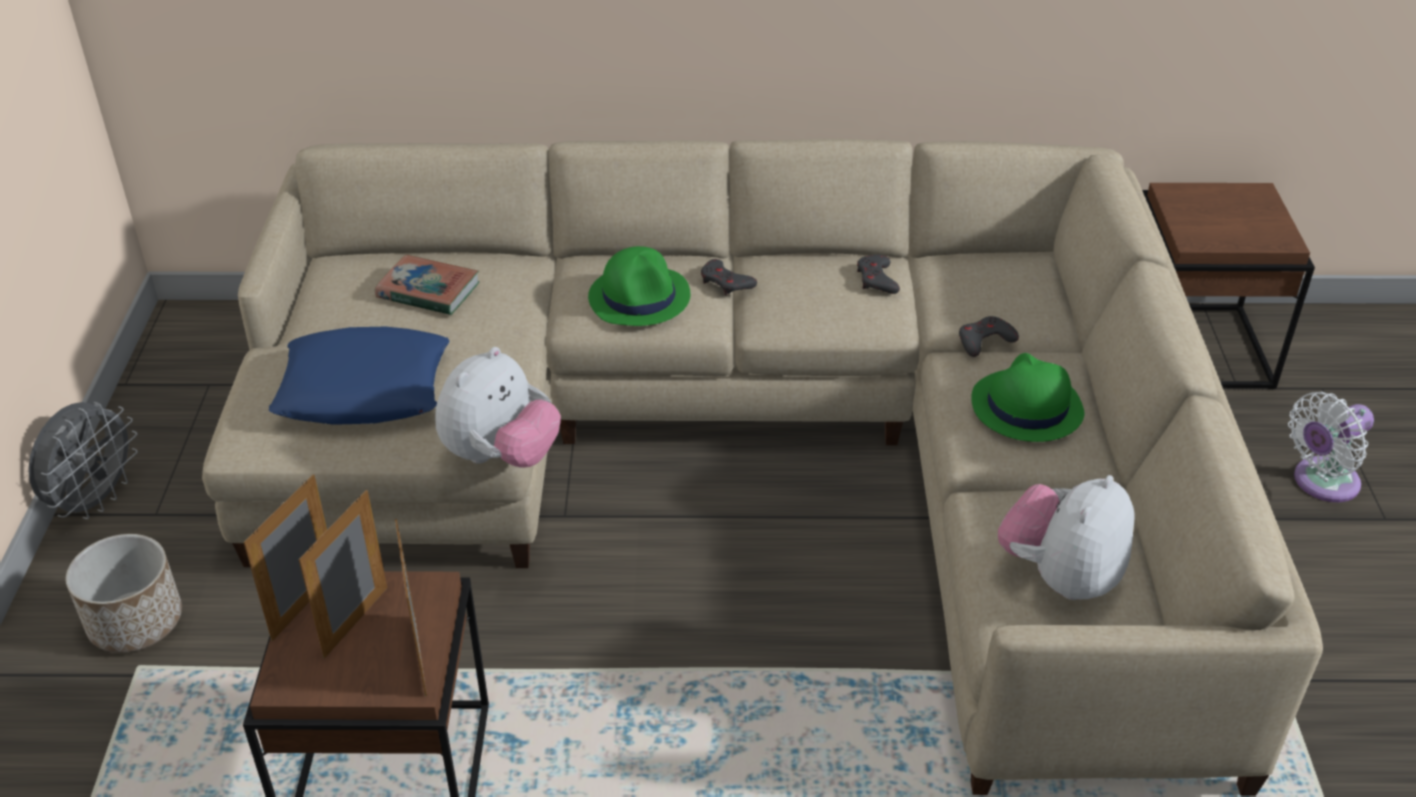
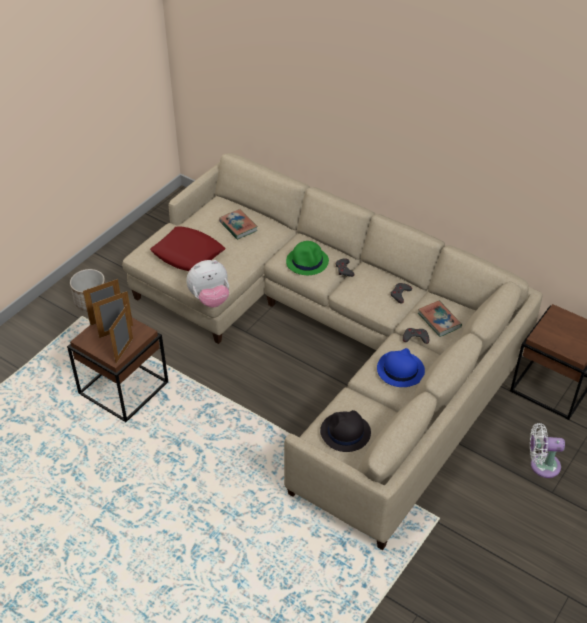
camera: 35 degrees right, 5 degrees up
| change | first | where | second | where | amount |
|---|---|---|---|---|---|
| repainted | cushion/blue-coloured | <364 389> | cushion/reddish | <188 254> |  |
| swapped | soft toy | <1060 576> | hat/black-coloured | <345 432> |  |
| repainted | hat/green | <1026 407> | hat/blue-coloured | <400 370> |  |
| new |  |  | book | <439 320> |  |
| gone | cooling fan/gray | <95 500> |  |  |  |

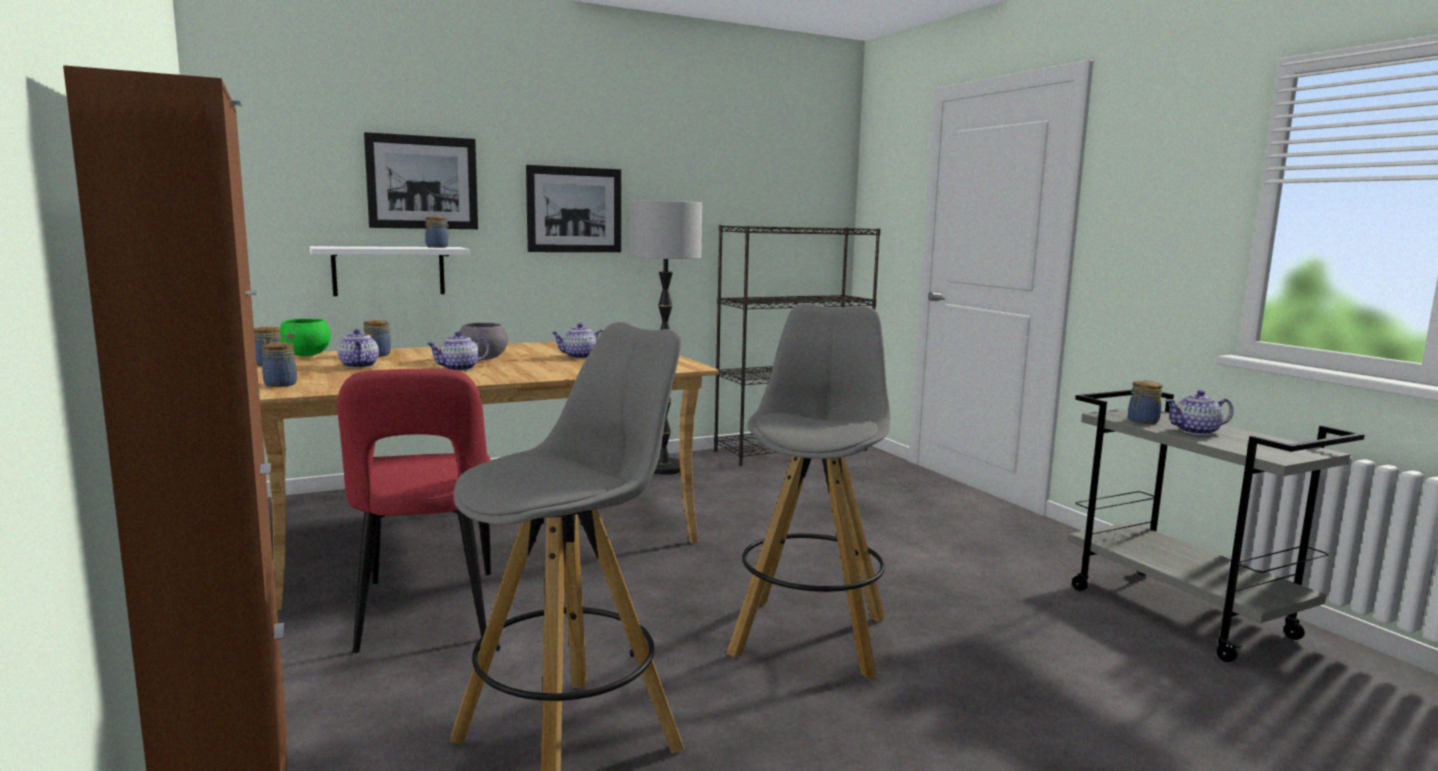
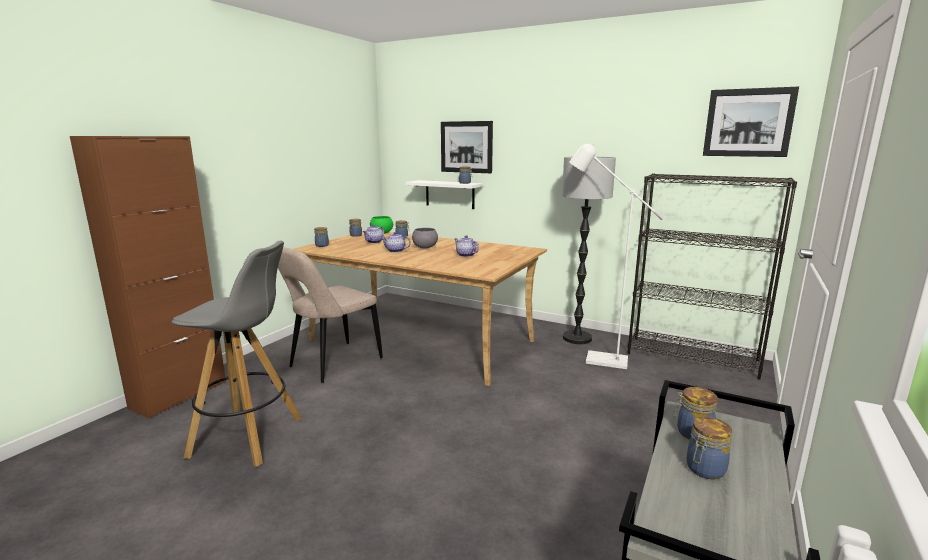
camera: 55 degrees right, 5 degrees up
| change | first | where | second | where | amount |
|---|---|---|---|---|---|
| repainted | plain chair/reddish | <426 614> | plain chair/sand-coloured | <332 364> |  |
| new |  |  | floor lamp/white-coloured | <598 360> |  |
| swapped | teapot | <1196 431> | storage jar | <704 470> |  |
| shifted | wall picture | <574 210> |  | <748 123> |  |
| gone | stool/gray | <810 635> |  |  |  |

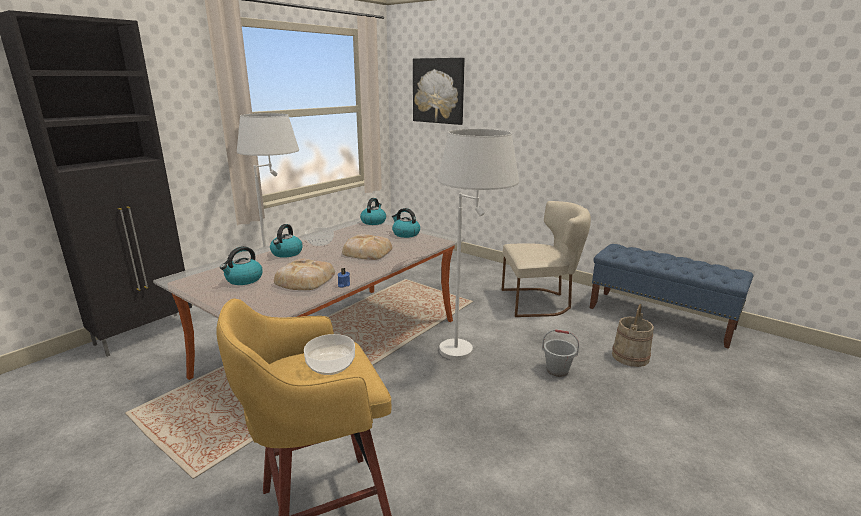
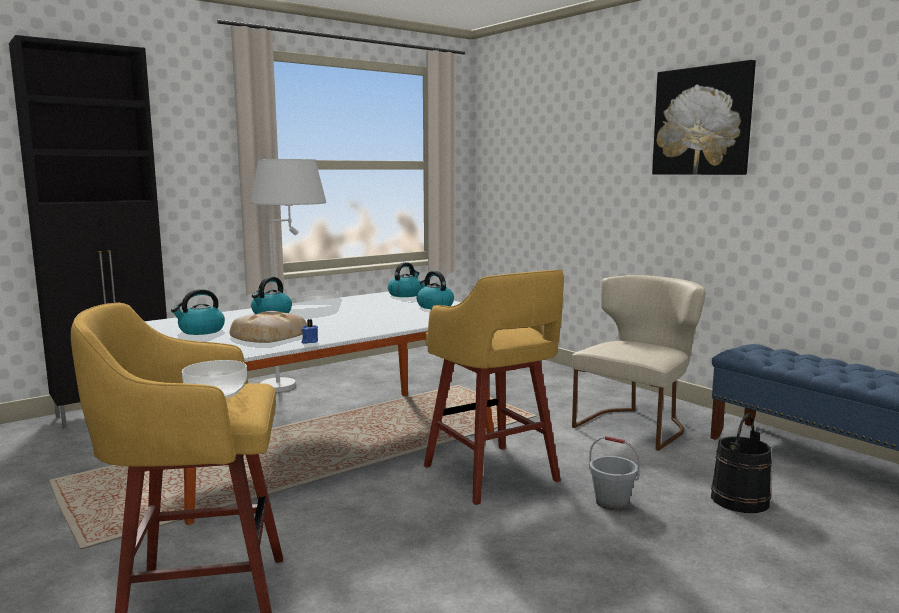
camera: 15 degrees right, 10 degrees down
| change | first | where | second | where | amount |
|---|---|---|---|---|---|
| swapped | floor lamp/white-coloured | <470 358> | stool/yellowish | <492 475> |  |
| rotated | plain chair/sand-coloured | <540 302> |  | <636 425> | 60 degrees counterclockwise |
| shifted | wall picture | <438 91> |  | <702 121> |  |
| repainted | water bucket/sand-coloured | <630 357> | water bucket/black-coloured | <740 500> |  |
| gone | baked bread | <366 251> |  |  |  |

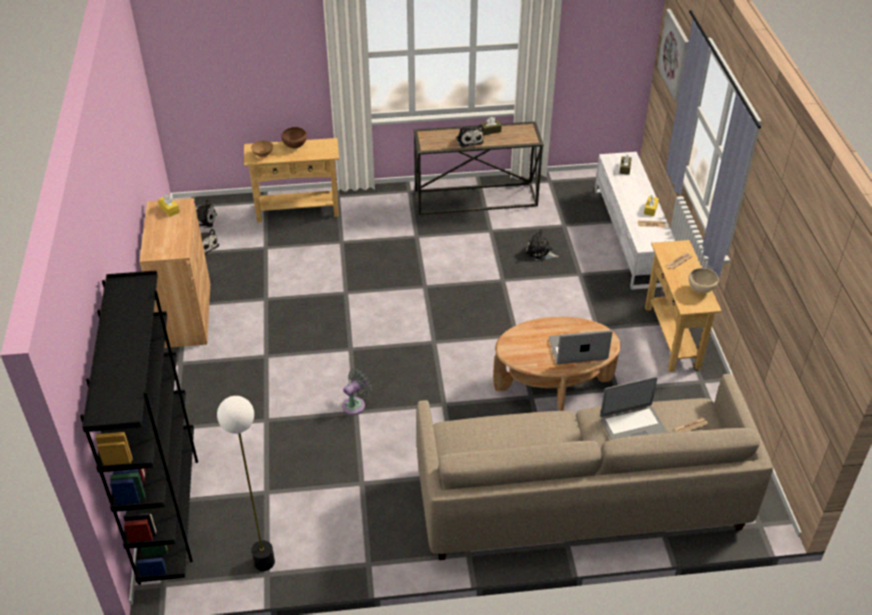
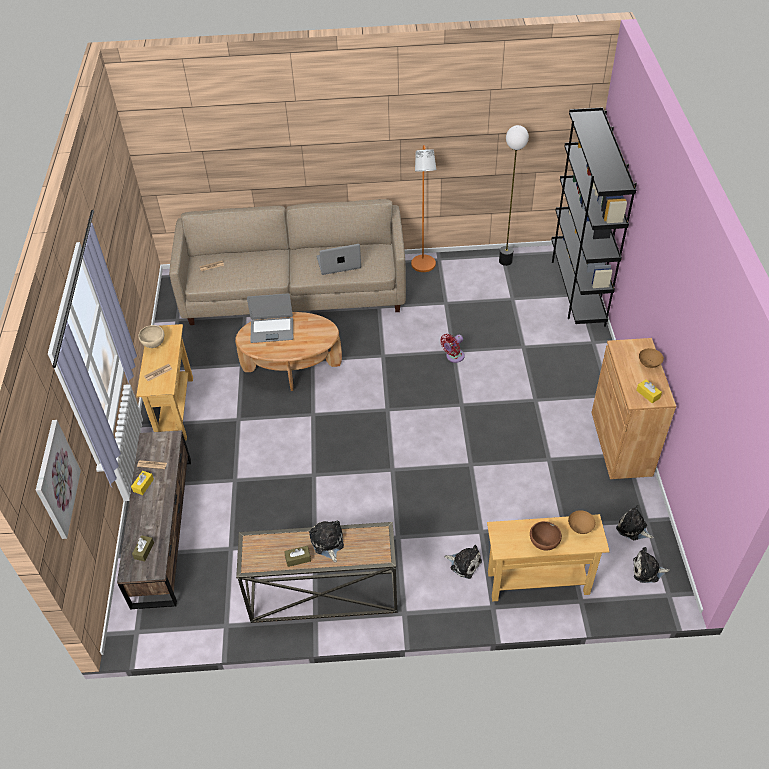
camera: 175 degrees left, 5 degrees up
| change | first | where | second | where | amount |
|---|---|---|---|---|---|
| repainted | tv unit/white-coloured | <631 236> | tv unit/brown | <163 529> |  |
| shifted | laptop | <633 427> |  | <339 263> |  |
| new |  |  | floor lamp/orangey | <423 267> |  |
| repainted | cooling fan/gray | <355 404> | cooling fan/reddish | <453 357> |  |
| shifted | soft toy | <540 252> |  | <464 563> |  |
| new |  |  | deep dish/brown | <648 364> |  |

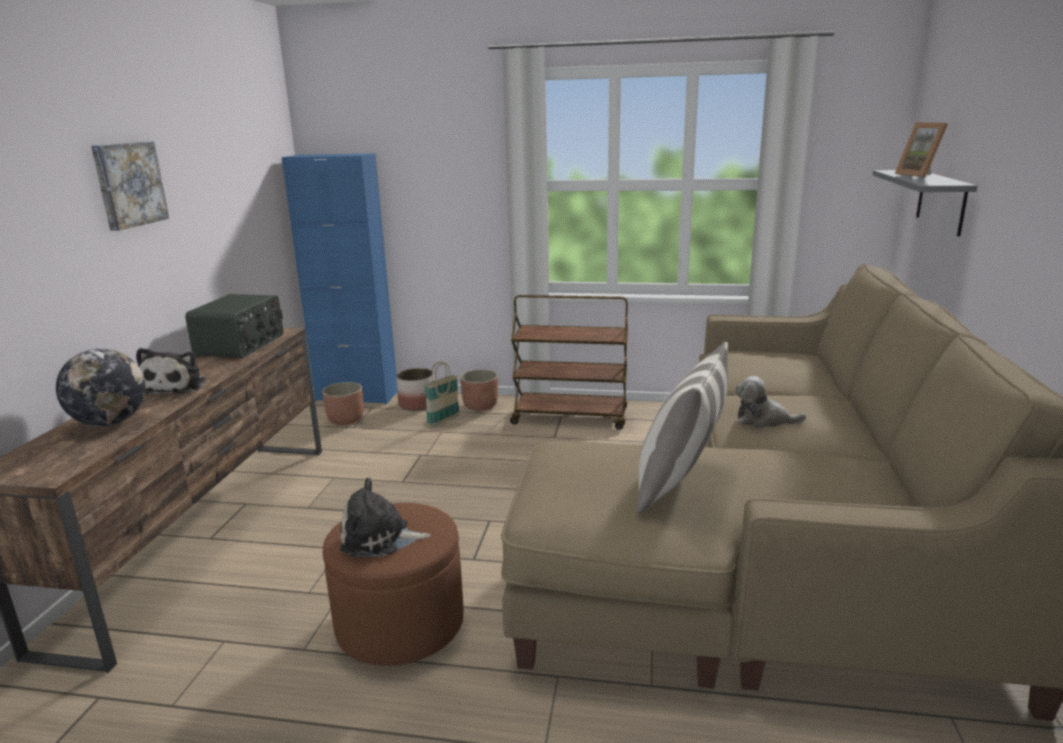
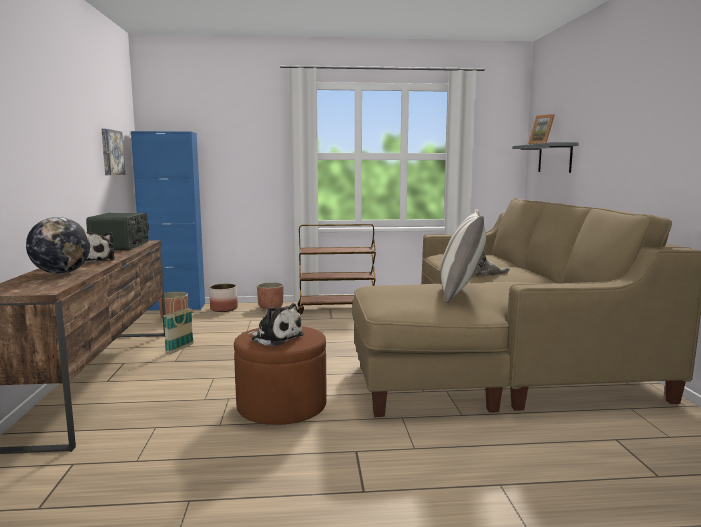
camera: 15 degrees left, 10 degrees down
| change | first | where | second | where | amount |
|---|---|---|---|---|---|
| shifted | wall picture | <128 184> |  | <111 152> |  |
| shifted | basket | <443 421> |  | <180 349> |  |
| rotated | soft toy | <380 539> |  | <275 337> | 135 degrees counterclockwise |

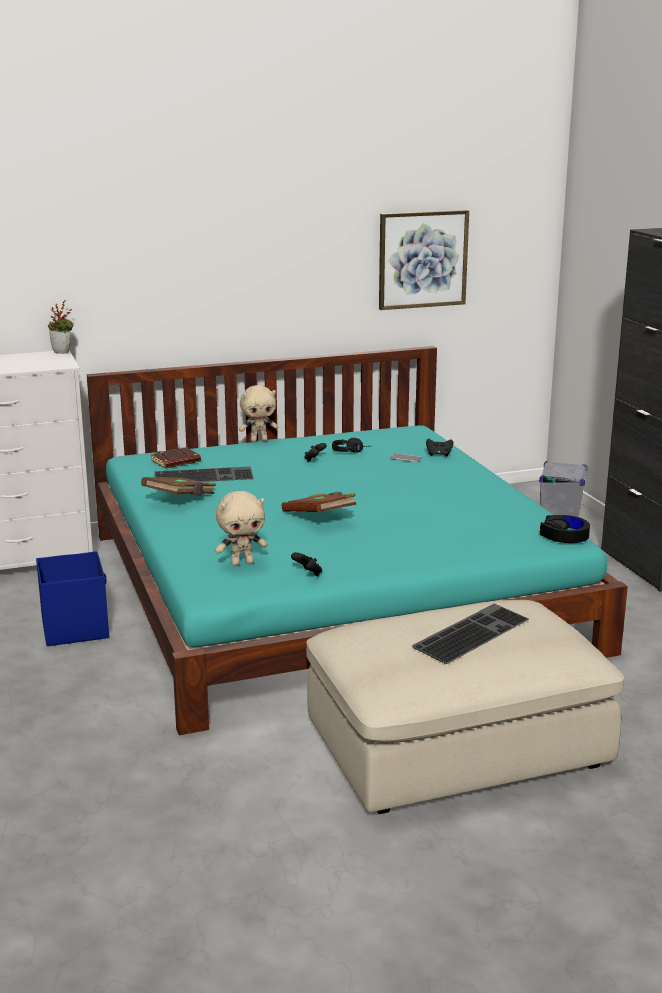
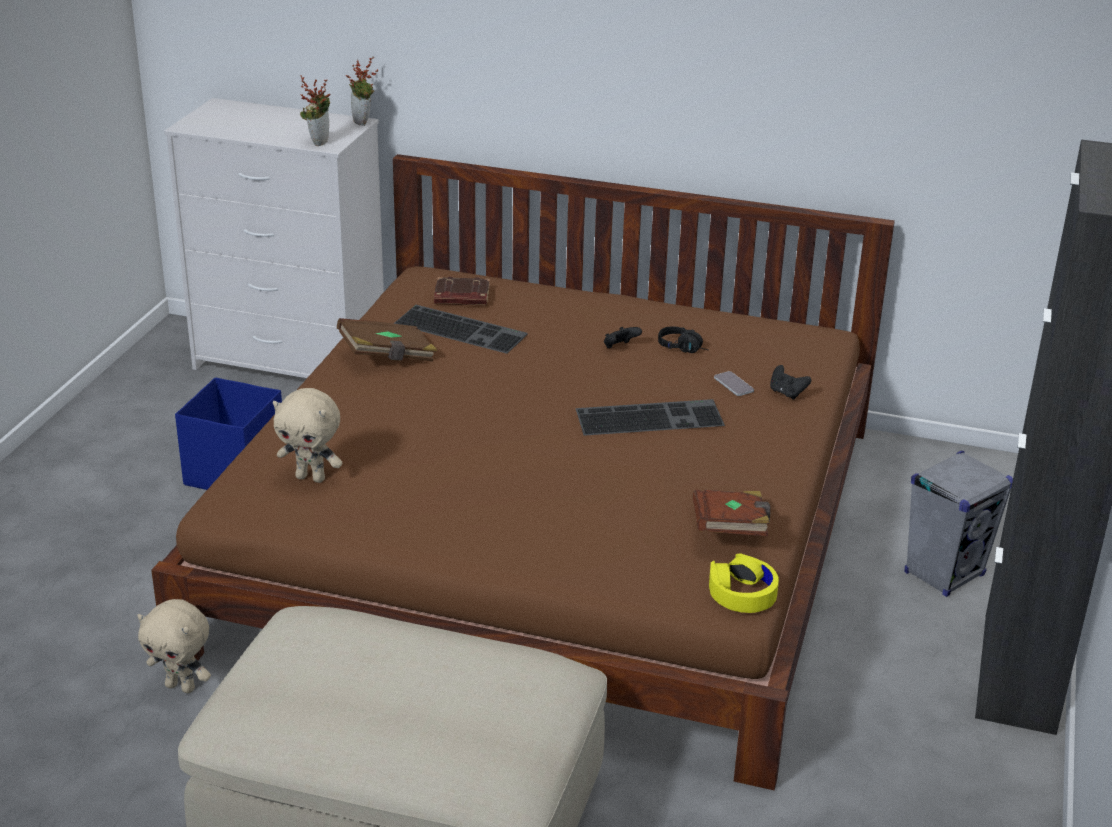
camera: 35 degrees right, 10 degrees up
| change | first | where | second | where | amount |
|---|---|---|---|---|---|
| shifted | soft toy/sand-coloured | <259 440> |  | <181 687> |  |
| repainted | bed/turquoise-coloured | <330 589> | bed/brown | <553 530> |  |
| new |  |  | potted plant | <318 141> |  |
| shifted | keyboard | <470 632> |  | <650 417> |  |
| shifted | book/brown | <319 517> |  | <730 530> |  |
| repainted | headset/black-coloured | <564 535> | headset/yellowish | <742 592> |  |
| gone | joypad/black-coloured | <308 574> |  |  |  |
| gone | wall picture | <422 259> |  |  |  |

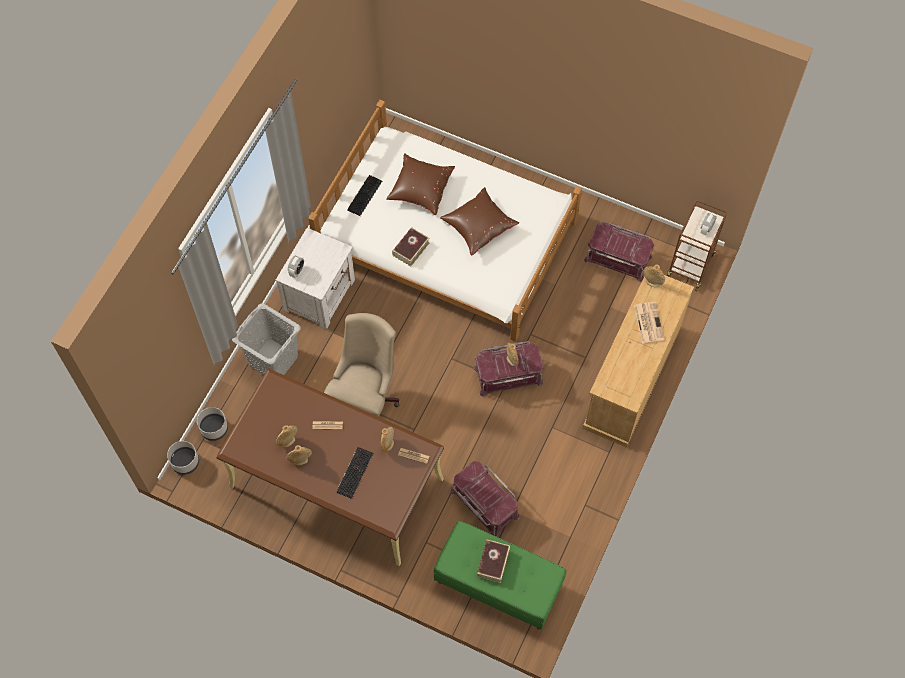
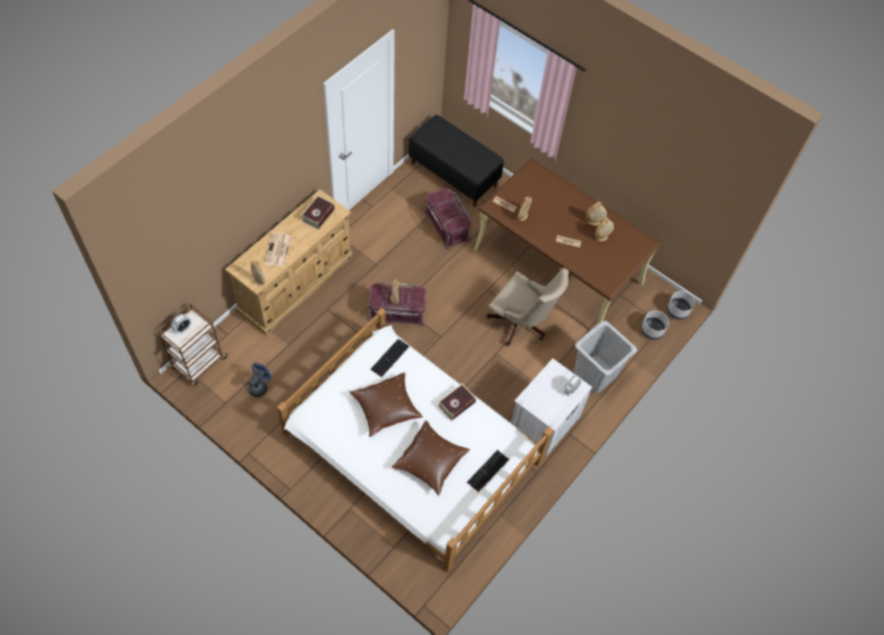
camera: 170 degrees left, 5 degrees down
| change | first | where | second | where | amount |
|---|---|---|---|---|---|
| swapped | storage container/reddish | <618 257> | cooling fan/blue-coloured | <260 386> |  |
| shifted | book | <493 562> |  | <318 215> |  |
| shifted | keyboard | <354 472> |  | <390 358> |  |
| repainted | indoor bench/green | <497 584> | indoor bench/black-coloured | <454 174> |  |
| rotated | office chair/sand-coloured | <366 396> |  | <521 324> | 90 degrees counterclockwise |

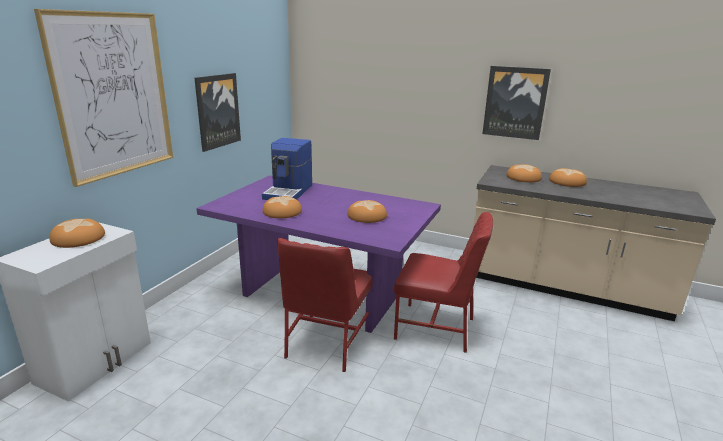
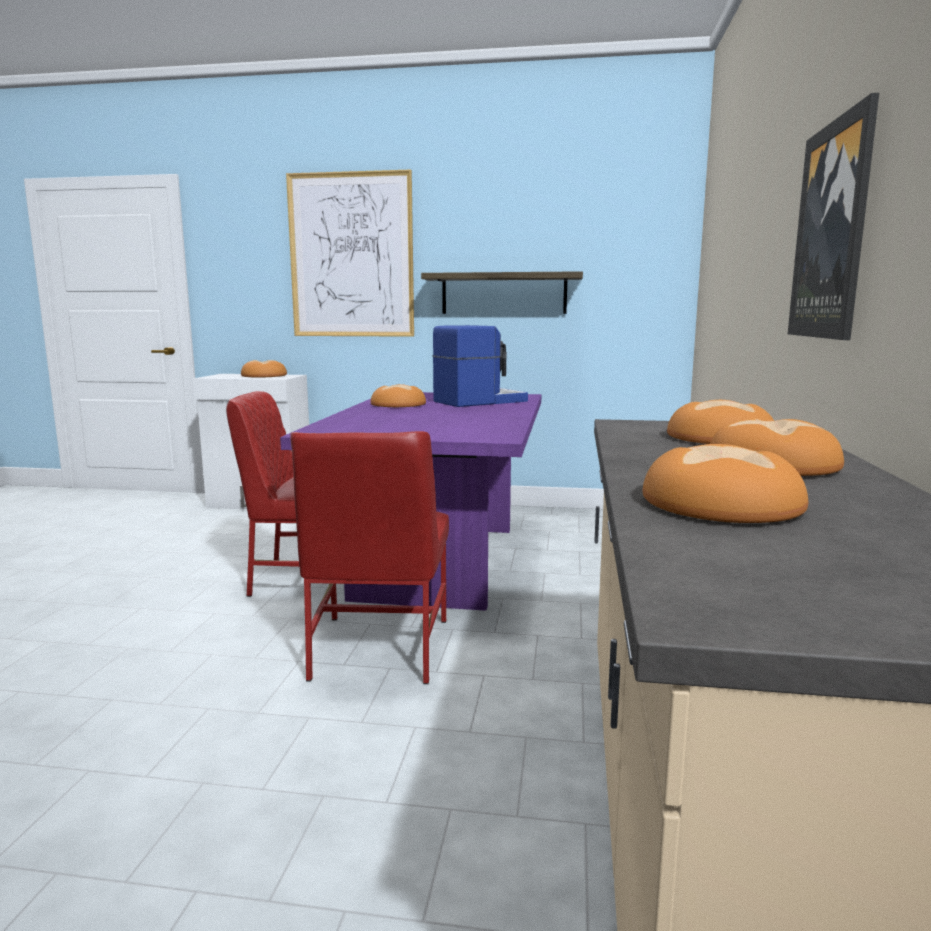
camera: 75 degrees right, 10 degrees down
| change | first | where | second | where | amount |
|---|---|---|---|---|---|
| swapped | wall picture | <217 111> | shelf | <504 293> |  |
| rotated | coffee brewer | <289 192> |  | <478 401> | 150 degrees clockwise |
| shifted | baked bread | <367 216> |  | <722 504> |  |

